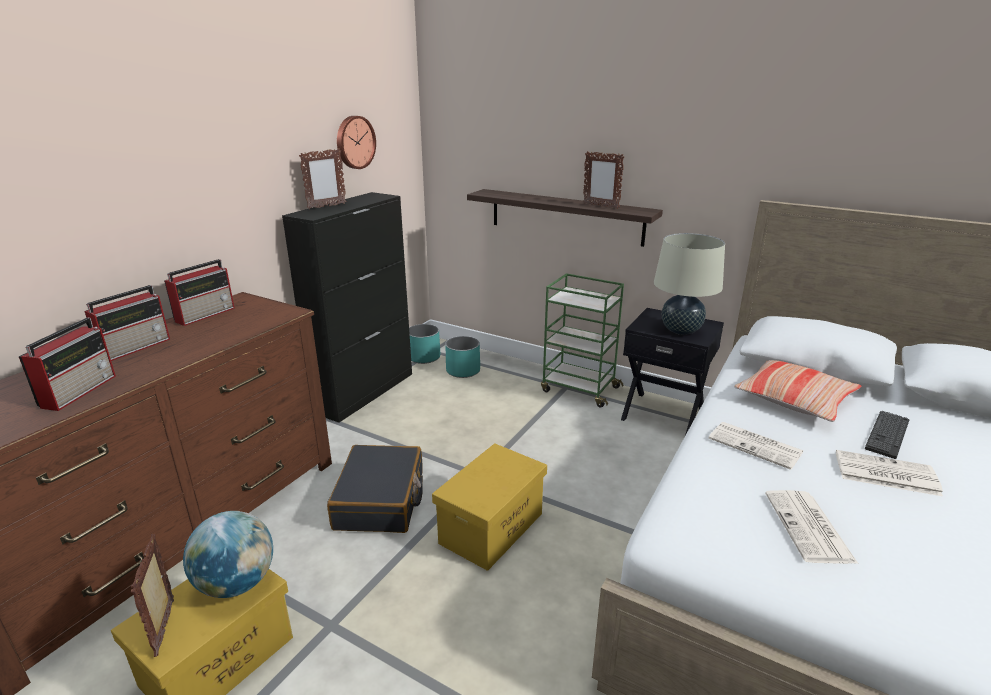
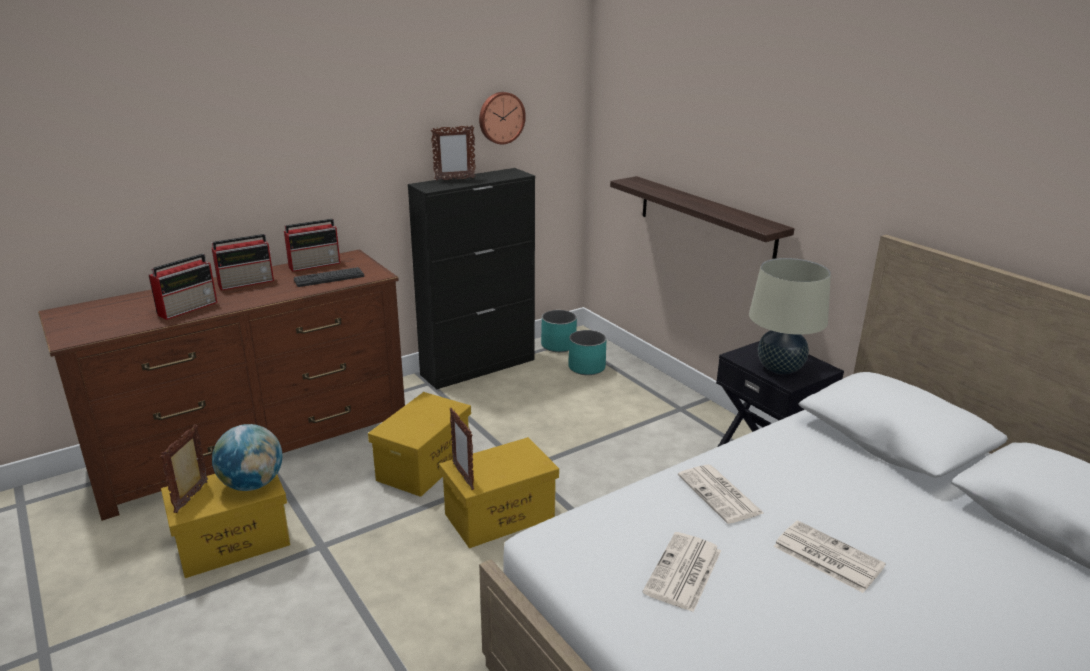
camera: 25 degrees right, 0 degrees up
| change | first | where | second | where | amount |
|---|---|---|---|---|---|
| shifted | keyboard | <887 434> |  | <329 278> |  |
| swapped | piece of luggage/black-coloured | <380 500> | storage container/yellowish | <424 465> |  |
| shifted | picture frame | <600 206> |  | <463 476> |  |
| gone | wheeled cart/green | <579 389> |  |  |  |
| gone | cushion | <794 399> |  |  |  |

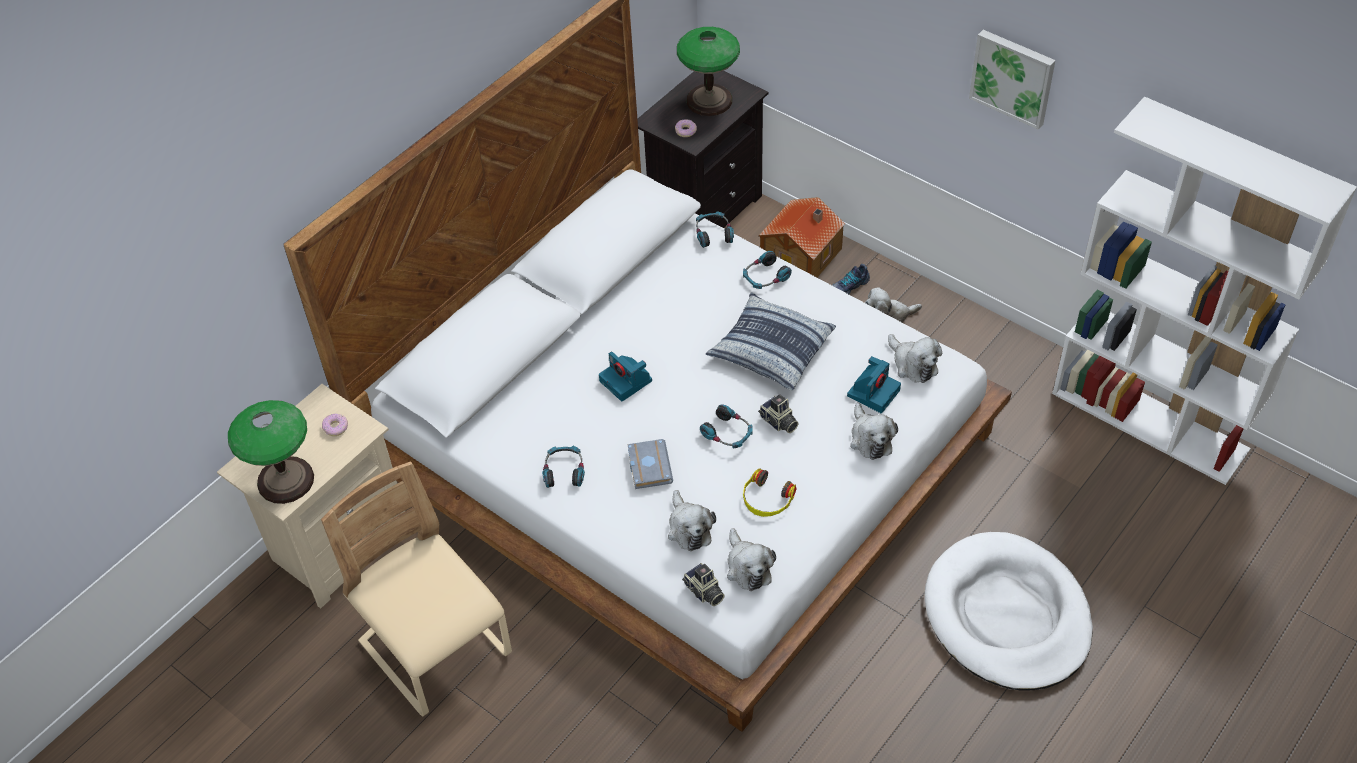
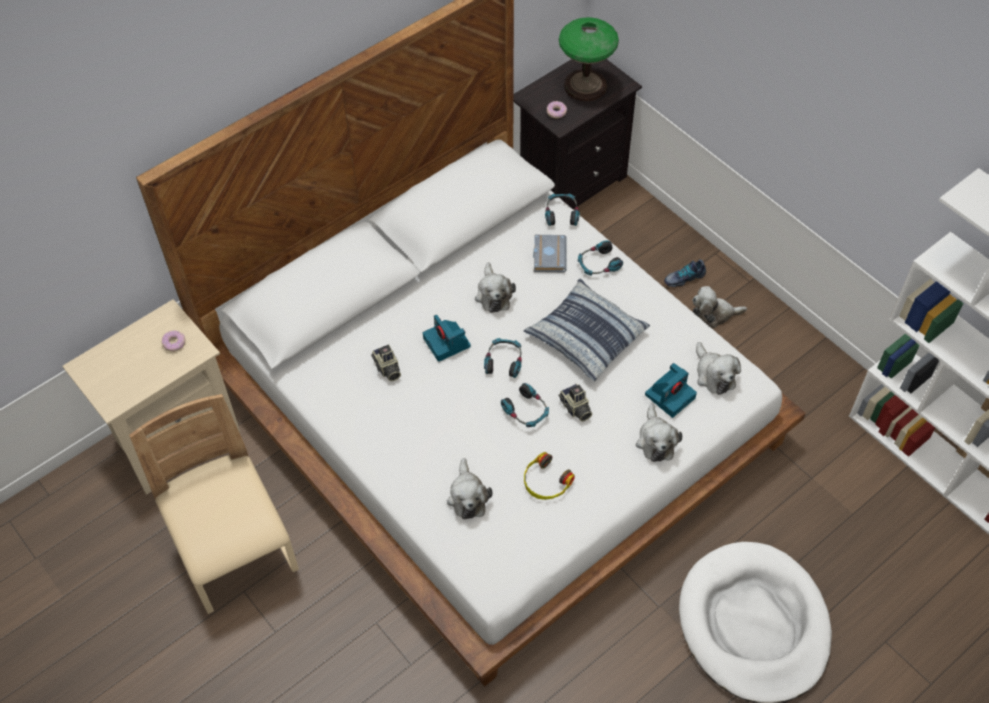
camera: 10 degrees right, 5 degrees up
| change | first | where | second | where | amount |
|---|---|---|---|---|---|
| shifted | photo camera | <704 592> |  | <387 369> |  |
| shifted | soft toy | <747 567> |  | <493 294> |  |
| shifted | headset | <564 471> |  | <504 361> |  |
| shifted | book/gray | <648 466> |  | <548 255> |  |
| gone | table lamp | <285 481> |  |  |  |
| gone | miniature house | <802 254> |  |  |  |
| gone | wall picture | <1013 77> |  |  |  |

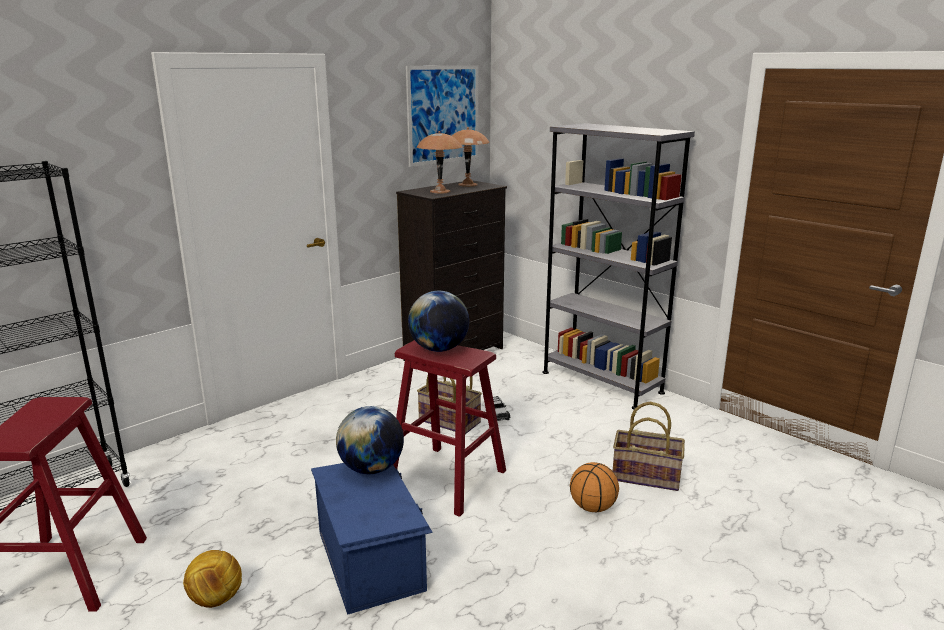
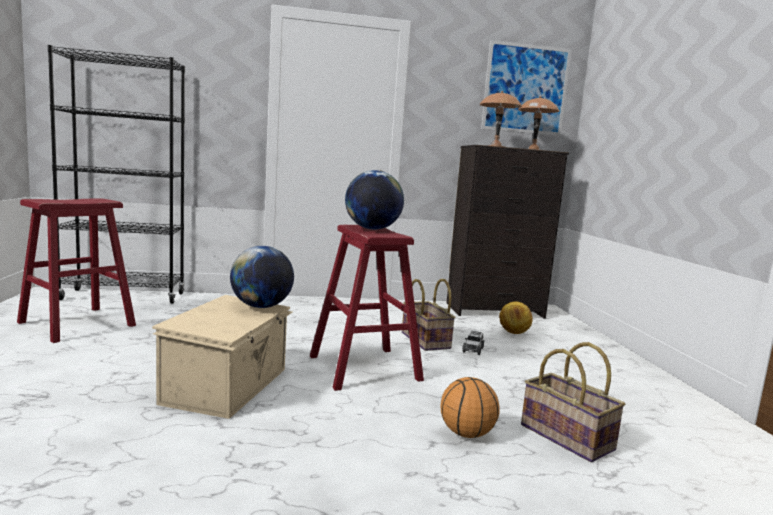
camera: 35 degrees right, 10 degrees down
| change | first | where | second | where | amount |
|---|---|---|---|---|---|
| repainted | storage container/blue-coloured | <372 559> | storage container/sand-coloured | <228 385> |  |
| shifted | football ball | <215 599> |  | <513 332> |  |
| gone | shelving unit/gray | <601 382> |  |  |  |

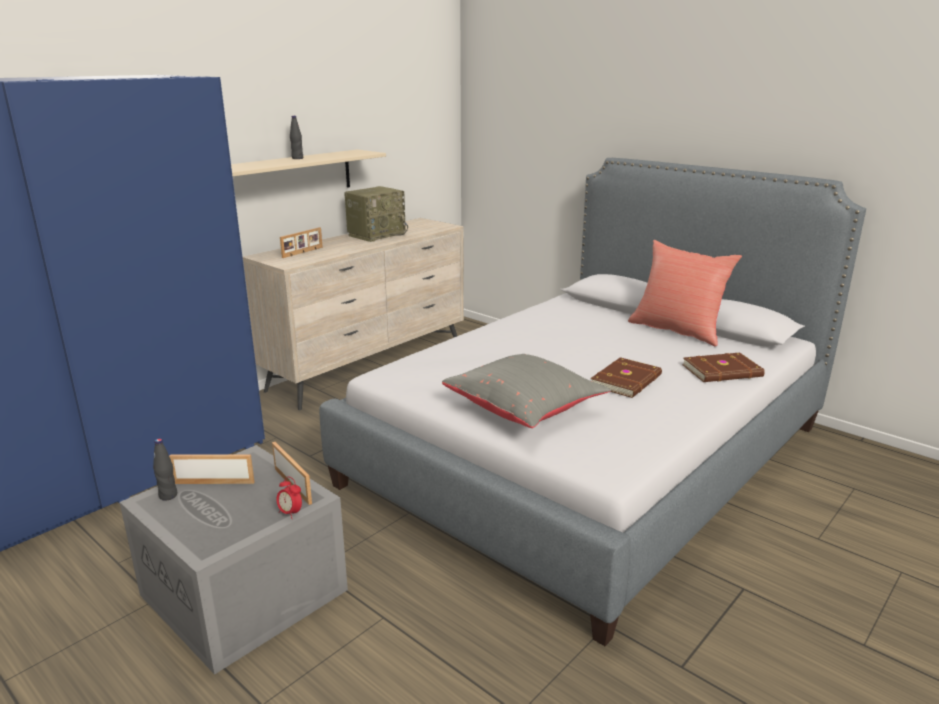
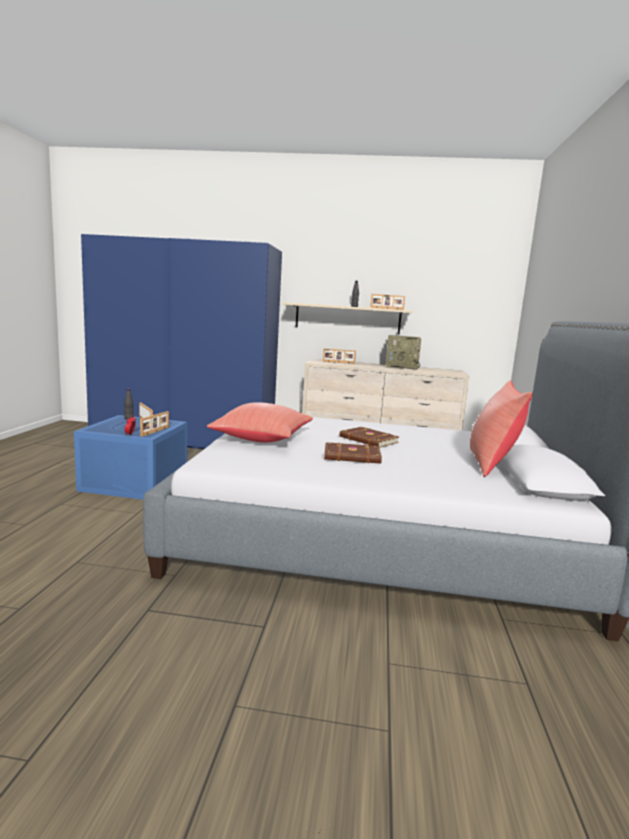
camera: 55 degrees right, 10 degrees down
| change | first | where | second | where | amount |
|---|---|---|---|---|---|
| repainted | storage container/gray | <247 592> | storage container/blue-coloured | <135 483> |  |
| repainted | cushion/gray | <525 410> | cushion/reddish | <263 439> |  |
| shifted | book/brown | <723 371> |  | <368 440> |  |
| new |  |  | picture frame | <387 308> |  |

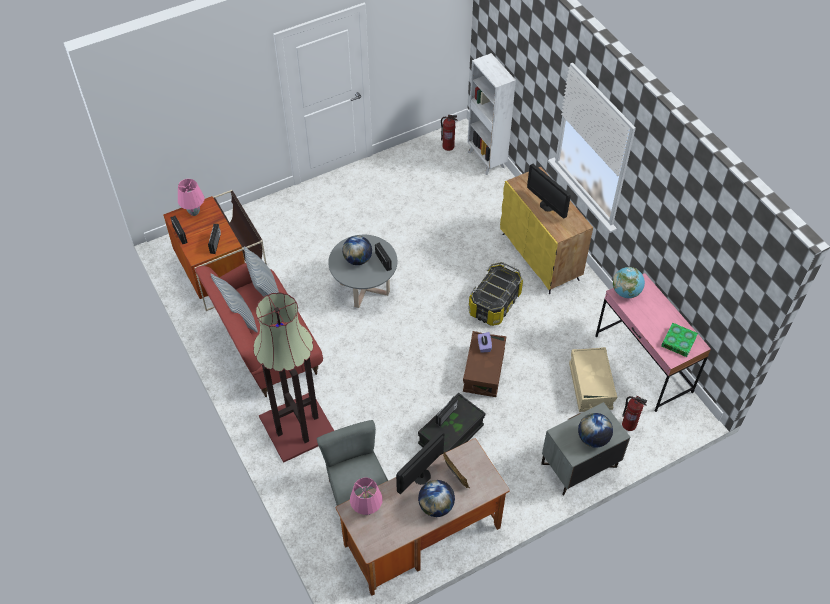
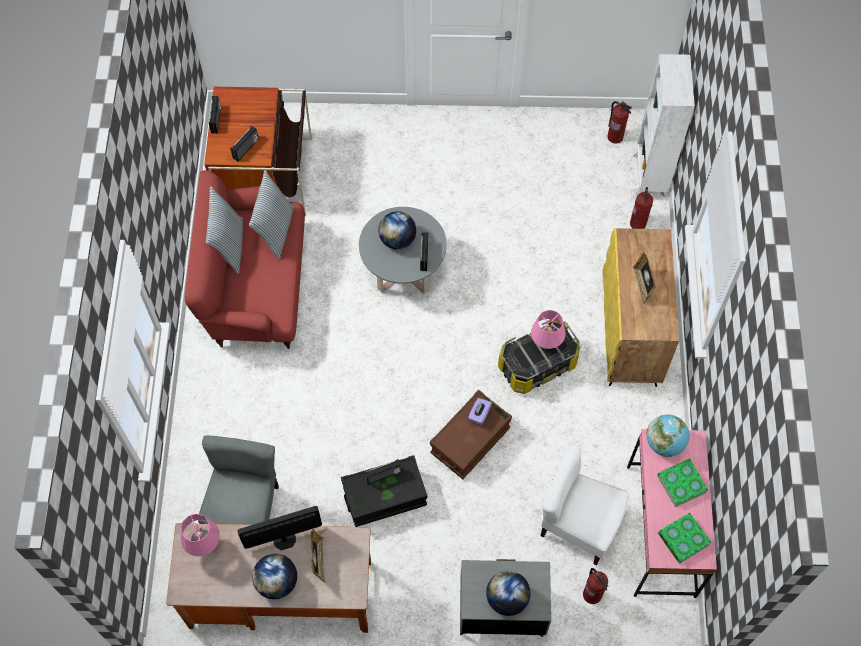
camera: 30 degrees right, 10 degrees up
| change | first | where | second | where | amount |
|---|---|---|---|---|---|
| shifted | table lamp/pinkish | <194 212> |  | <546 344> |  |
| swapped | storage container/sand-coloured | <590 386> | plain chair/white-coloured | <579 524> |  |
| new |  |  | extinguisher | <638 223> |  |
| swapped | computer screen | <547 205> | picture frame | <642 285> |  |
| new |  |  | book | <681 484> |  |
| gone | floor lamp | <296 426> |  |  |  |

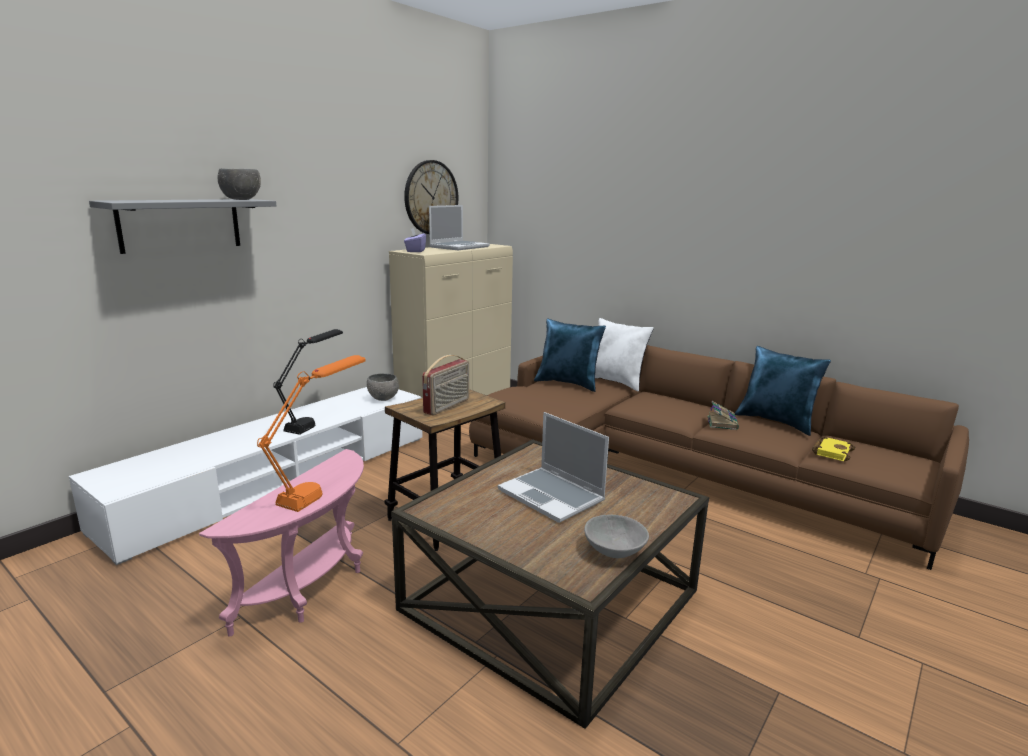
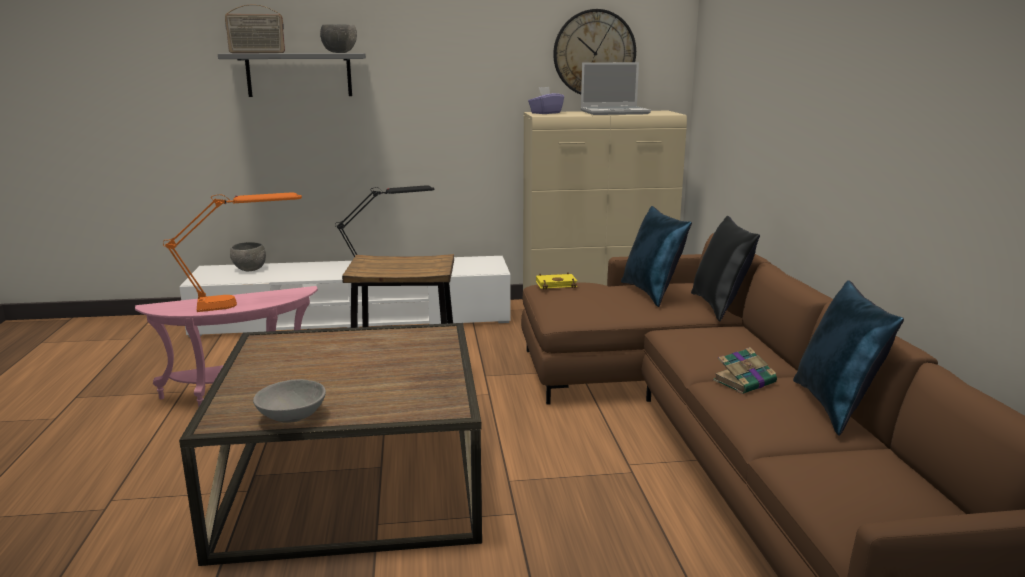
camera: 45 degrees right, 0 degrees up
| change | first | where | second | where | amount |
|---|---|---|---|---|---|
| shifted | radio | <447 406> |  | <257 53> |  |
| shifted | deep dish/gray | <383 399> |  | <250 270> |  |
| shifted | book/yellowish | <831 451> |  | <557 284> |  |
| repainted | cushion/white-coloured | <616 382> | cushion/black-coloured | <720 307> |  |
| gone | laptop | <553 496> |  |  |  |

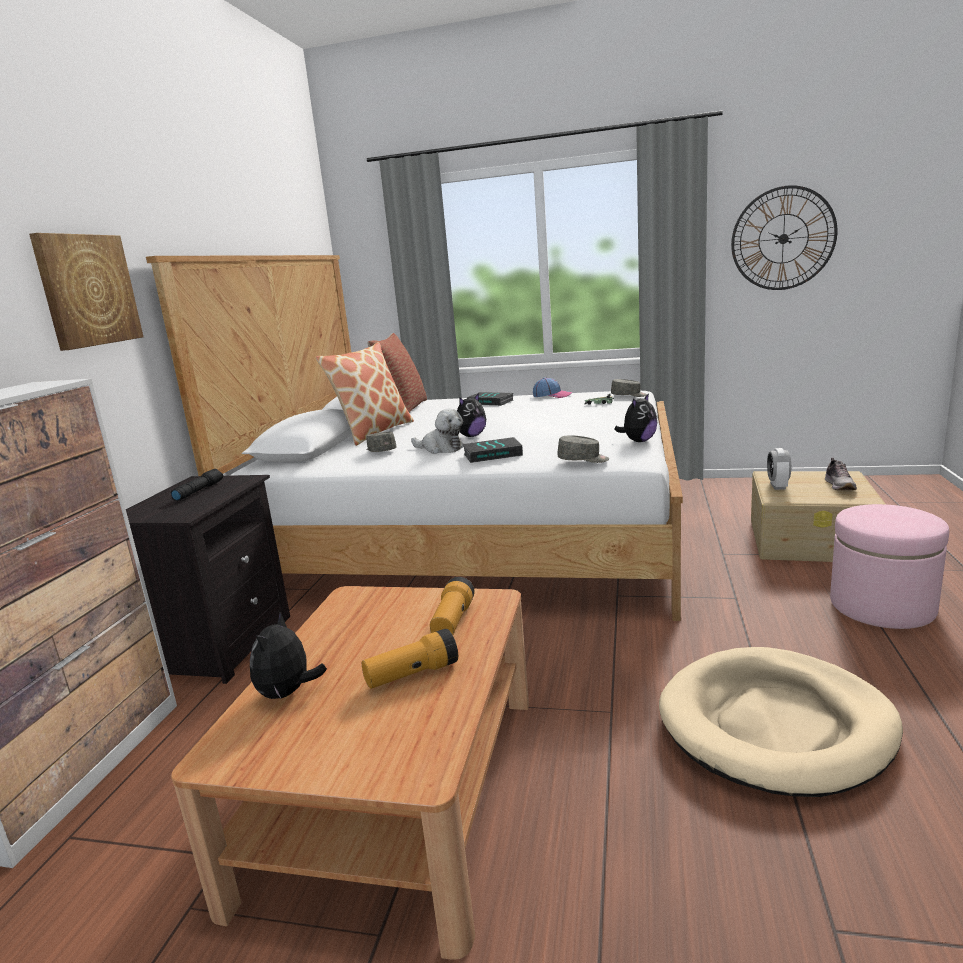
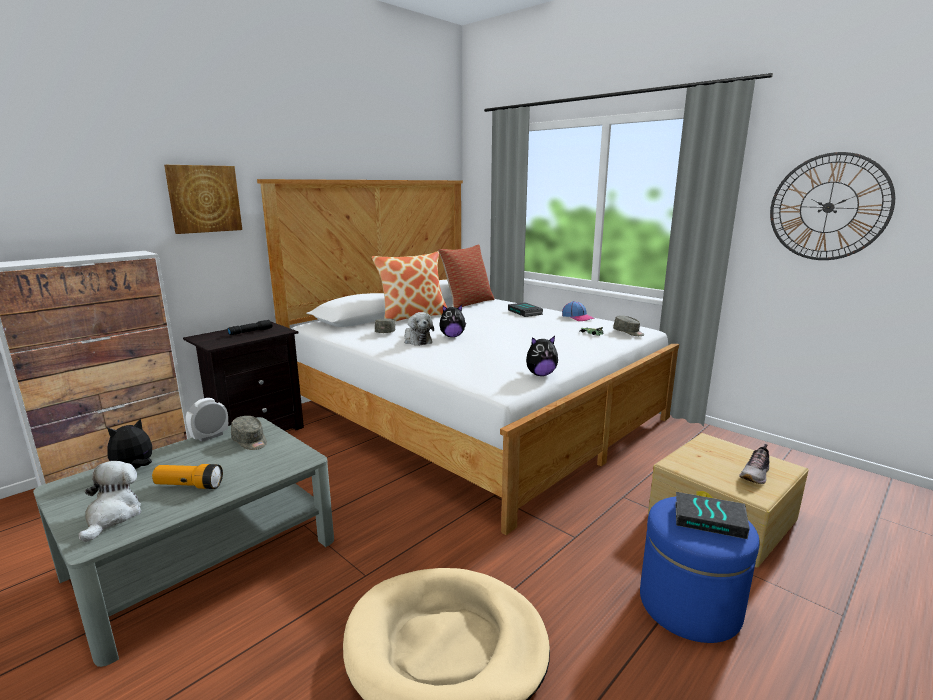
camera: 30 degrees right, 0 degrees up
| change | first | where | second | where | amount |
|---|---|---|---|---|---|
| repainted | lounge table/brown | <397 791> | lounge table/gray | <203 558> |  |
| new |  |  | soft toy | <112 516> |  |
| shifted | alarm clock | <778 486> |  | <210 436> |  |
| shifted | baseball cap/gray | <583 460> |  | <250 441> |  |
| repainted | ottoman/pinkish | <882 606> | ottoman/blue-coloured | <689 605> |  |
| shifted | book | <493 454> |  | <710 519> |  |
| gone | hand torch | <452 622> |  |  |  |

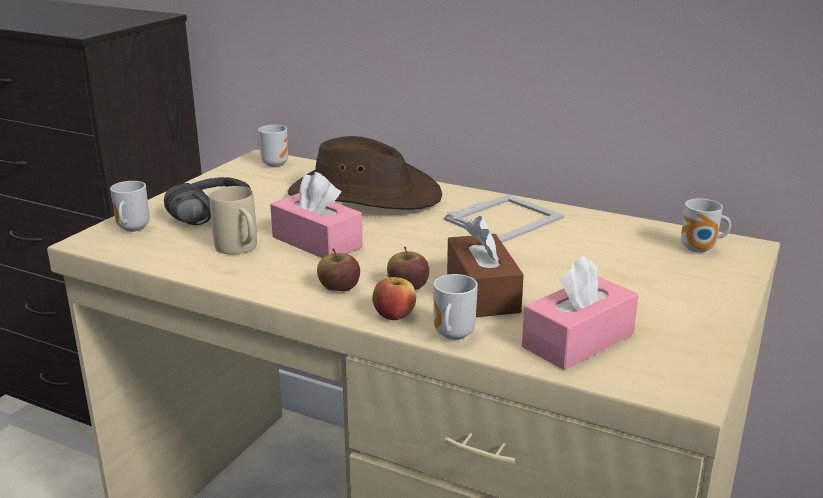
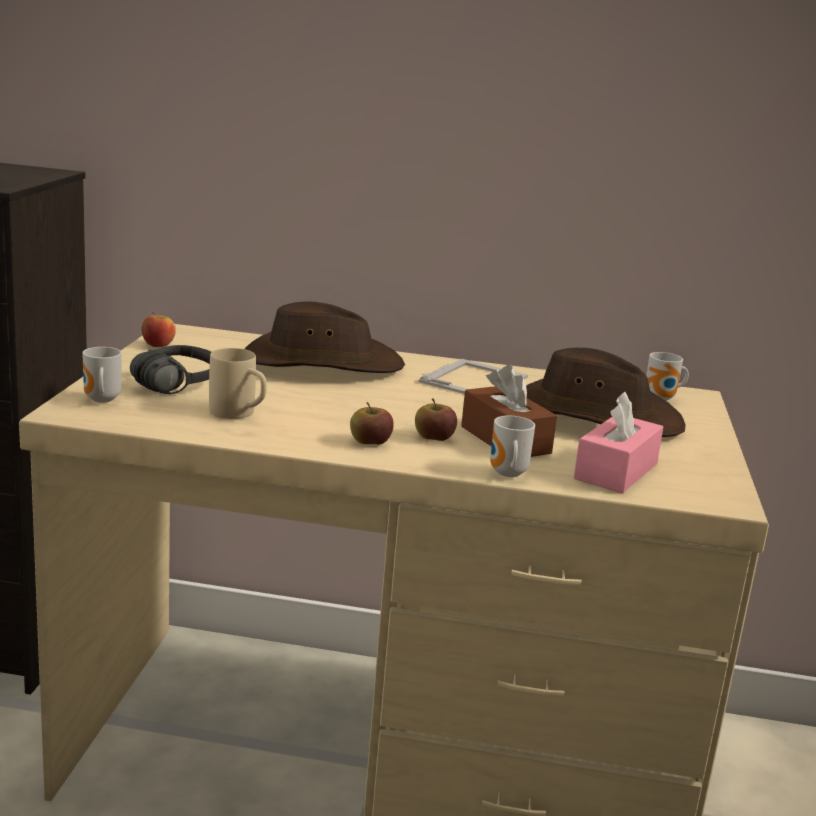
camera: 20 degrees left, 5 degrees down
| change | first | where | second | where | amount |
|---|---|---|---|---|---|
| shifted | whole apple | <394 315> |  | <158 345> |  |
| new |  |  | hat/brown | <594 416> |  |
| gone | mug | <274 164> |  |  |  |
| gone | box of tissues/pinkish | <317 242> |  |  |  |

